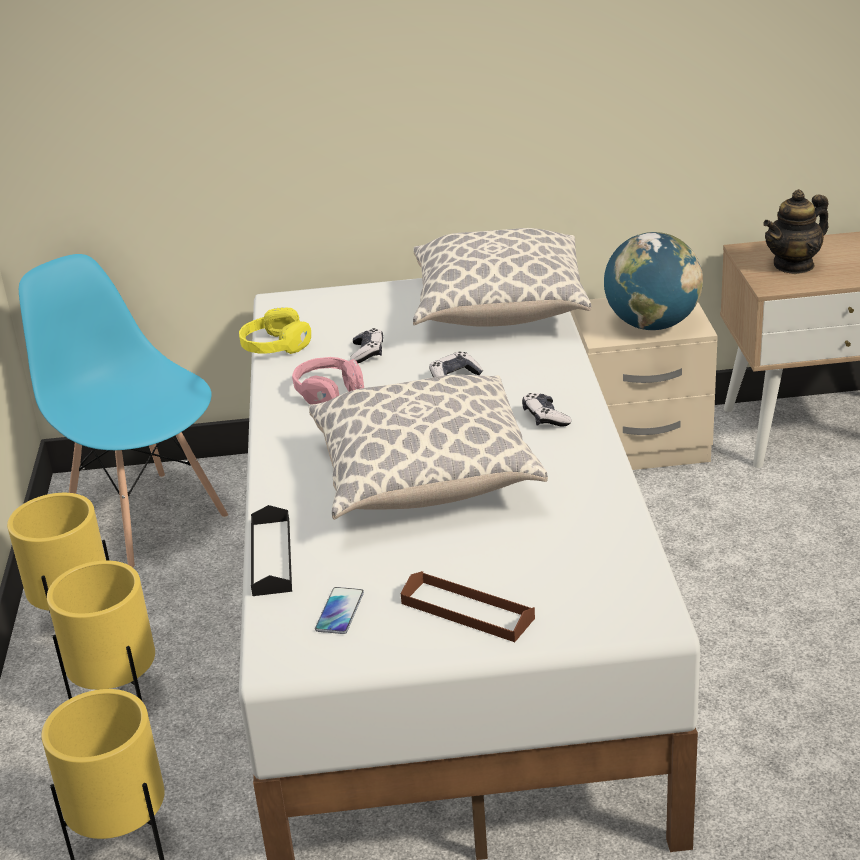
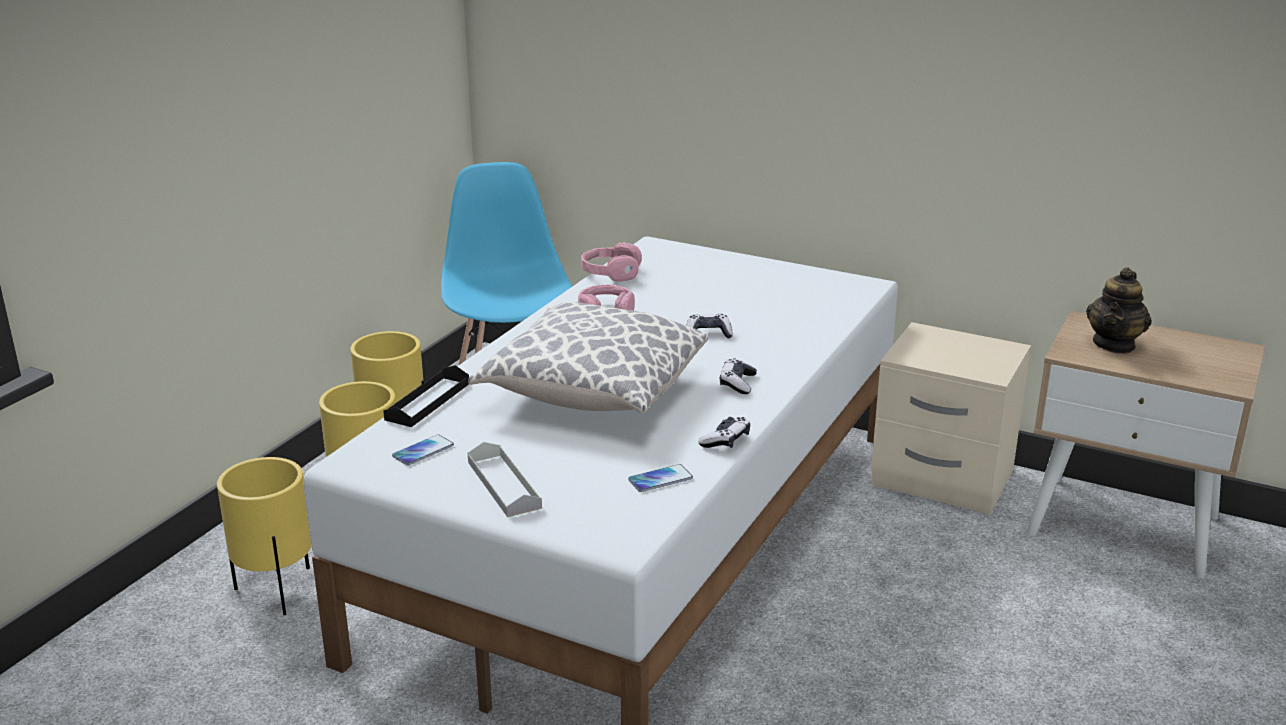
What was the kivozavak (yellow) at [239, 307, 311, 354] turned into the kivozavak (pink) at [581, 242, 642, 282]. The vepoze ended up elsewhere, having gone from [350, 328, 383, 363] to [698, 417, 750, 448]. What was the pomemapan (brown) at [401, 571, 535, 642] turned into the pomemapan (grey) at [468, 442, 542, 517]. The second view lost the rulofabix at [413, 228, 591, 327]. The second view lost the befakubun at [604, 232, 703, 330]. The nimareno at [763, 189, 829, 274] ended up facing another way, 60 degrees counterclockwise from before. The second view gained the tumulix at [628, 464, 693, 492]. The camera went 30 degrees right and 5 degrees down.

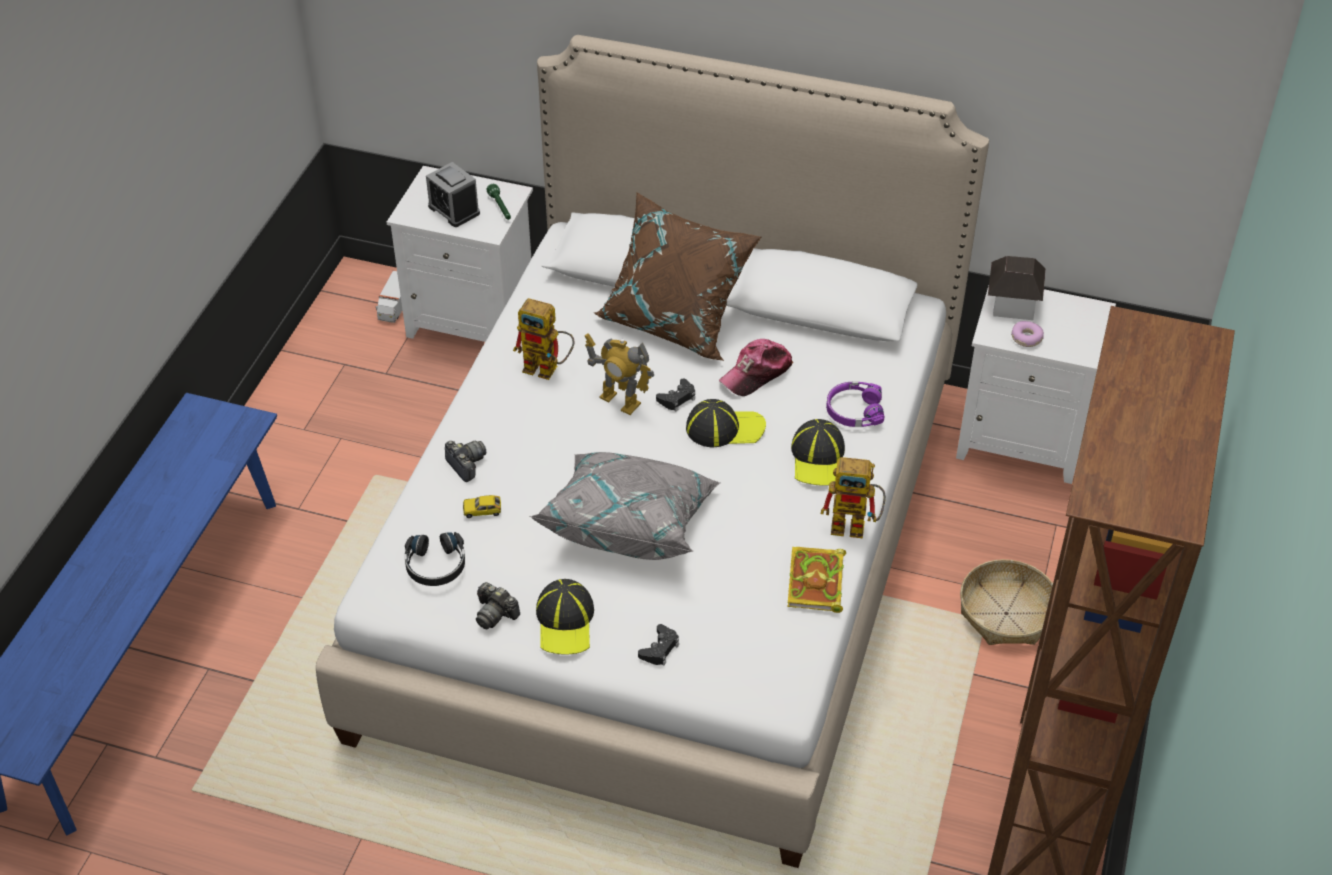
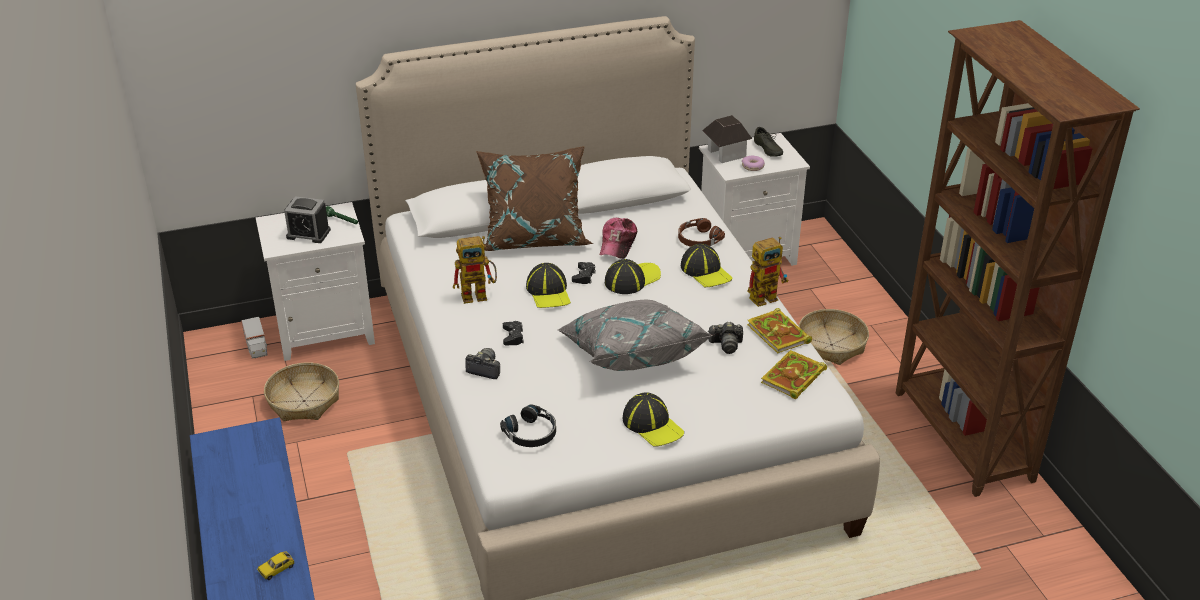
The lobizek ended up elsewhere, having gone from [463, 495, 501, 518] to [257, 551, 294, 580]. The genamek ended up elsewhere, having gone from [476, 582, 520, 629] to [708, 322, 743, 354]. Where the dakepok stood at [585, 333, 654, 415], the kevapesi came to stand at [526, 263, 571, 308]. The vepoze (black) ended up elsewhere, having gone from [638, 624, 679, 665] to [503, 321, 524, 345]. What was the kivozavak (purple) at [826, 382, 885, 427] turned into the kivozavak (brown) at [678, 218, 725, 247]. The second view gained the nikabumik at [264, 362, 339, 421]. The second view gained the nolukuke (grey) at [754, 127, 783, 157]. The second view gained the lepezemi at [761, 350, 827, 399]. The camera went 35 degrees left and 10 degrees down.

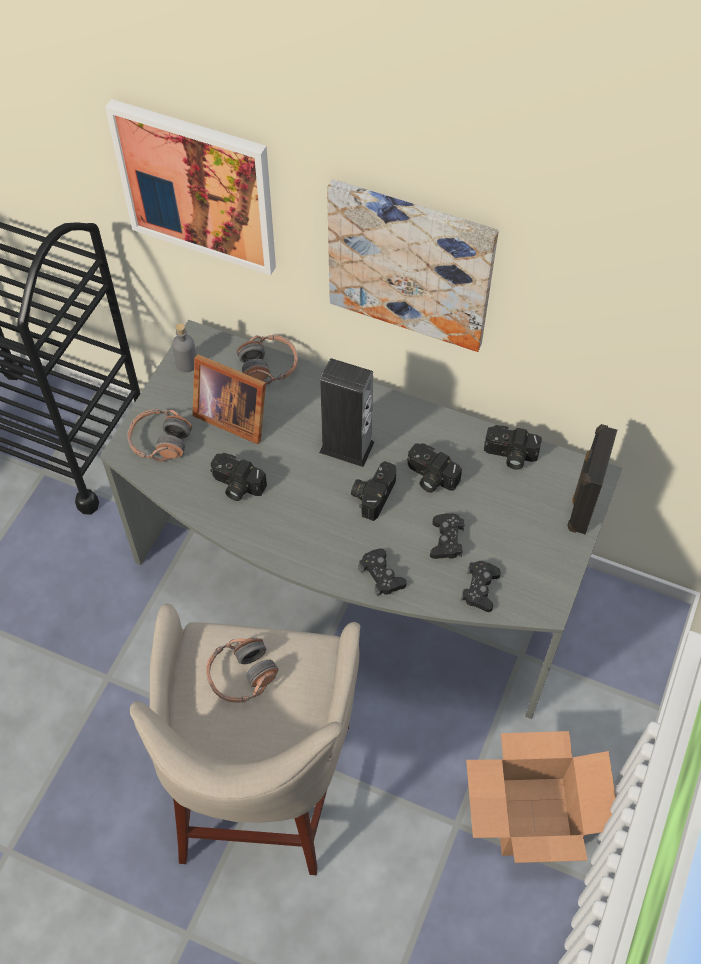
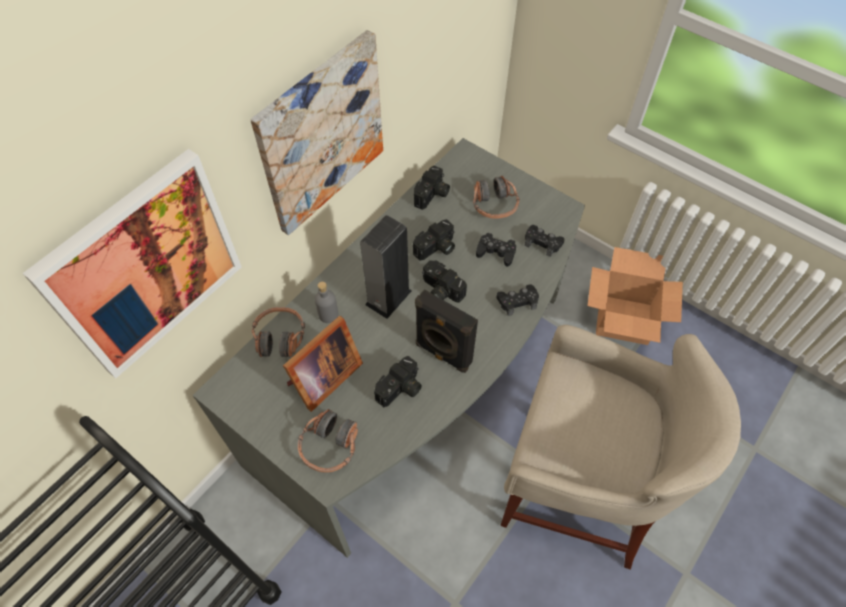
The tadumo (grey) ended up elsewhere, having gone from [172, 323, 196, 372] to [315, 282, 338, 323]. The kivozavak ended up elsewhere, having gone from [206, 638, 279, 703] to [473, 176, 520, 219]. The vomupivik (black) ended up elsewhere, having gone from [567, 424, 617, 534] to [415, 289, 478, 373]. The camera went 75 degrees left and 0 degrees up.

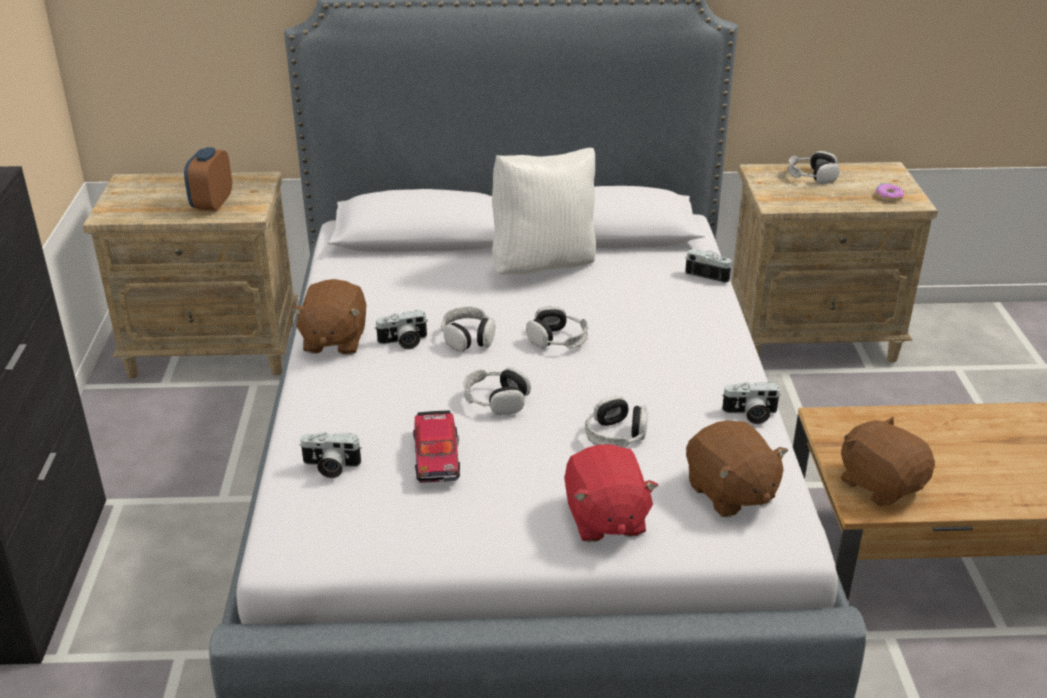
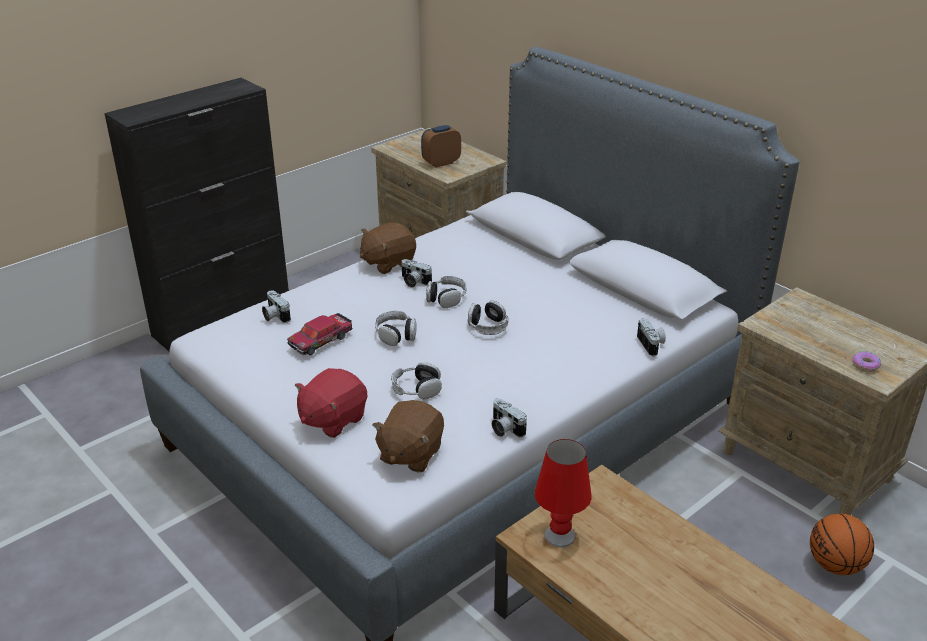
The second view lost the rulofabix (white) at [492, 148, 596, 275]. The second view lost the kivozavak at [787, 151, 840, 184]. Where the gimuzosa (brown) stood at [841, 417, 935, 506], the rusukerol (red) came to stand at [535, 439, 591, 547]. The second view gained the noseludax at [810, 514, 874, 575]. The camera went 50 degrees right and 0 degrees up.

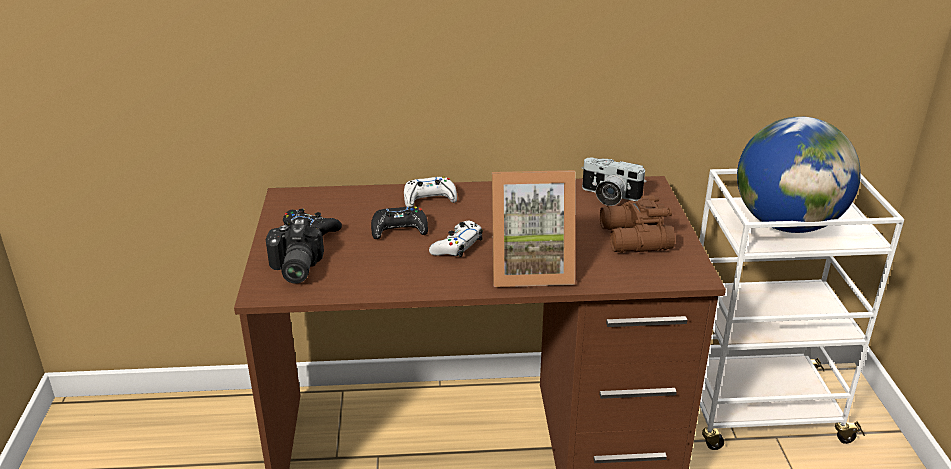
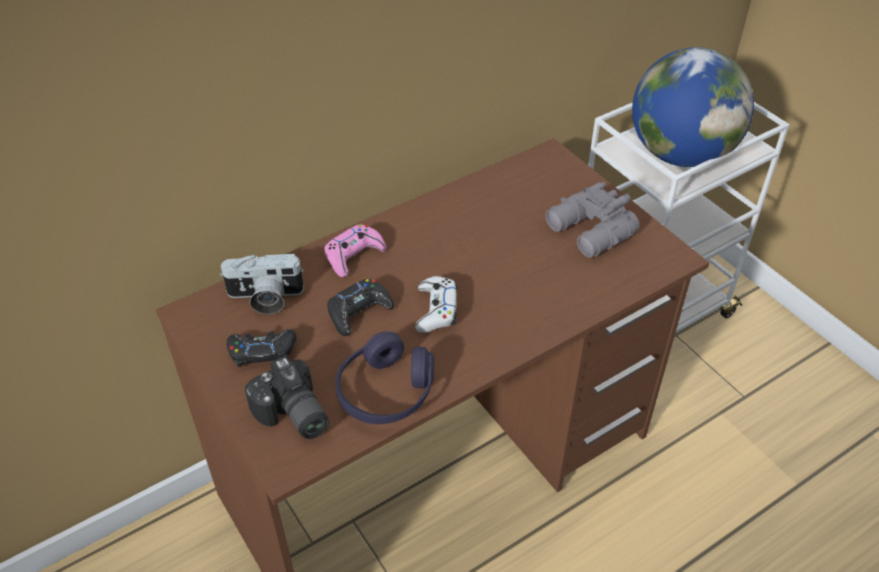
What was the vepoze (white) at [404, 177, 457, 207] turned into the vepoze (pink) at [324, 224, 387, 277]. The second view lost the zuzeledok at [492, 170, 575, 287]. The genamek ended up elsewhere, having gone from [582, 158, 646, 206] to [220, 253, 304, 314]. What was the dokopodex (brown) at [600, 195, 675, 253] turned into the dokopodex (grey) at [546, 182, 639, 258]. The second view gained the kivozavak (purple) at [335, 332, 434, 424]. The camera went 30 degrees left and 15 degrees up.

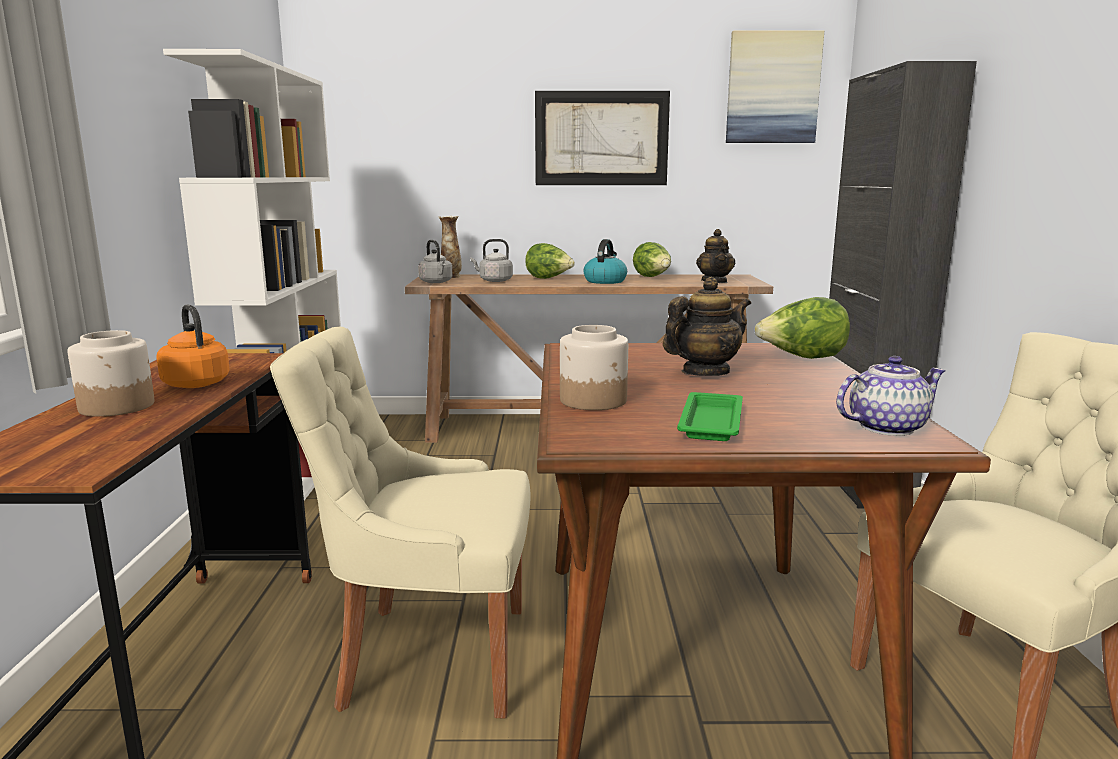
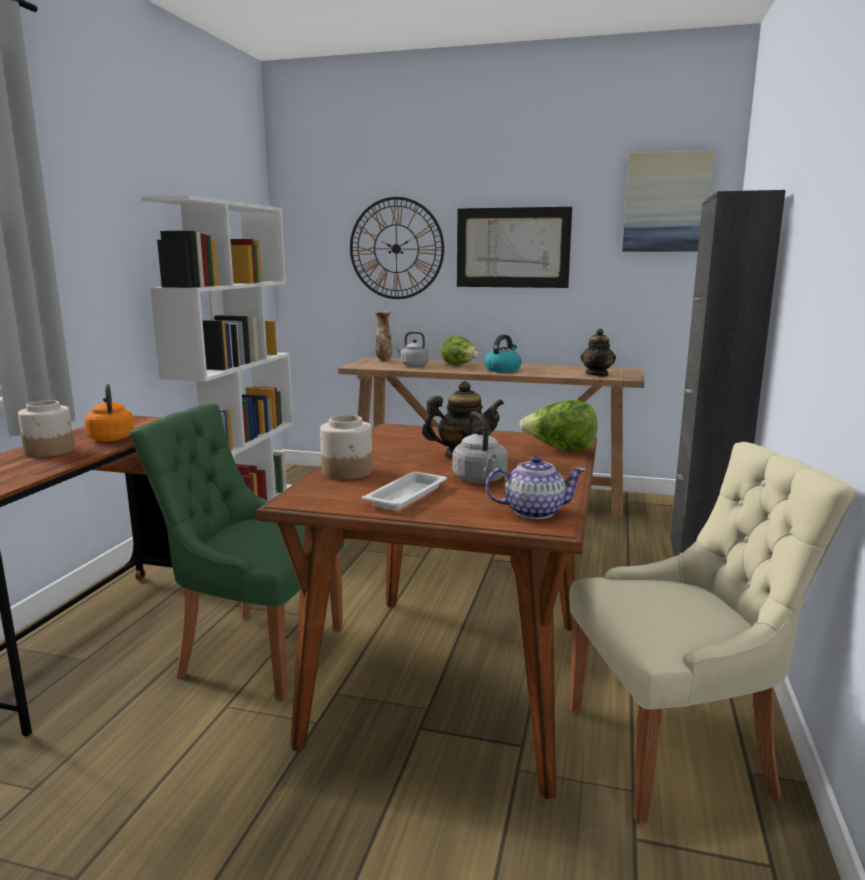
What was the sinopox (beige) at [270, 327, 531, 718] turned into the sinopox (green) at [130, 403, 344, 701]. The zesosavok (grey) ended up elsewhere, having gone from [418, 240, 453, 283] to [452, 411, 508, 483]. The second view lost the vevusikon at [633, 242, 671, 277]. What was the pomemapan (green) at [677, 392, 743, 441] turned into the pomemapan (white) at [362, 472, 447, 511]. The second view gained the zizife at [350, 197, 444, 299]. The camera went 15 degrees right and 0 degrees up.

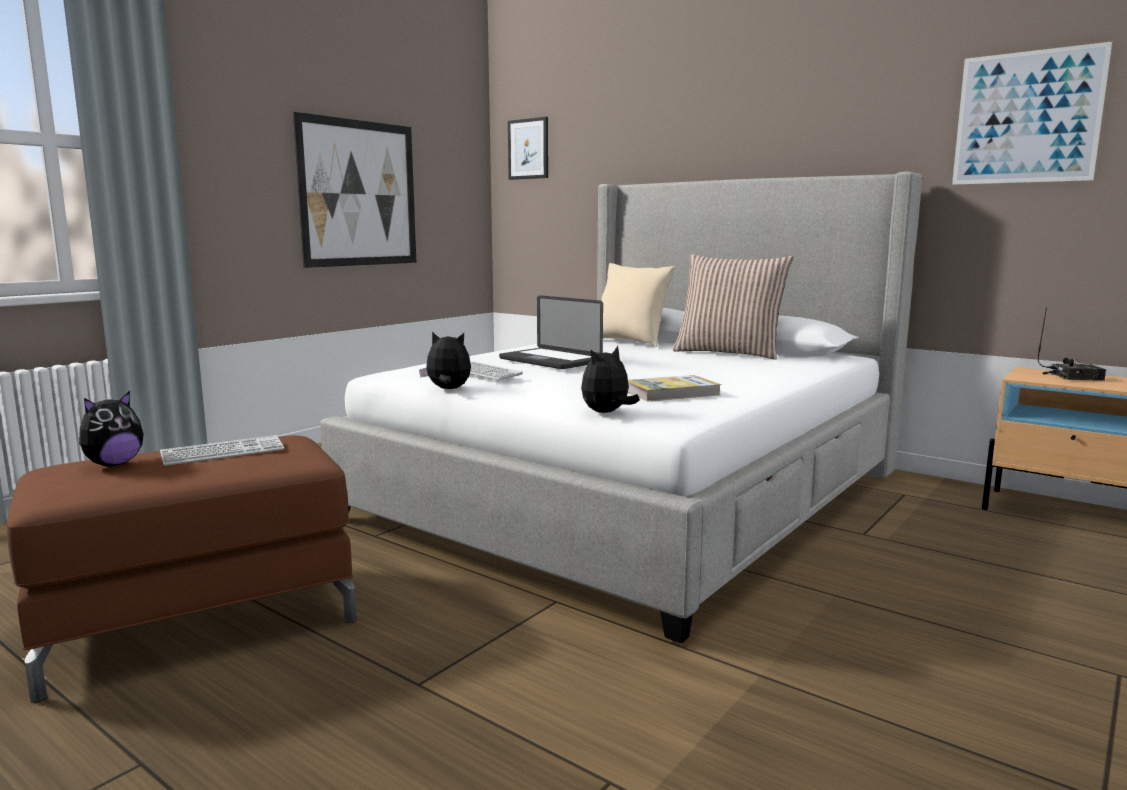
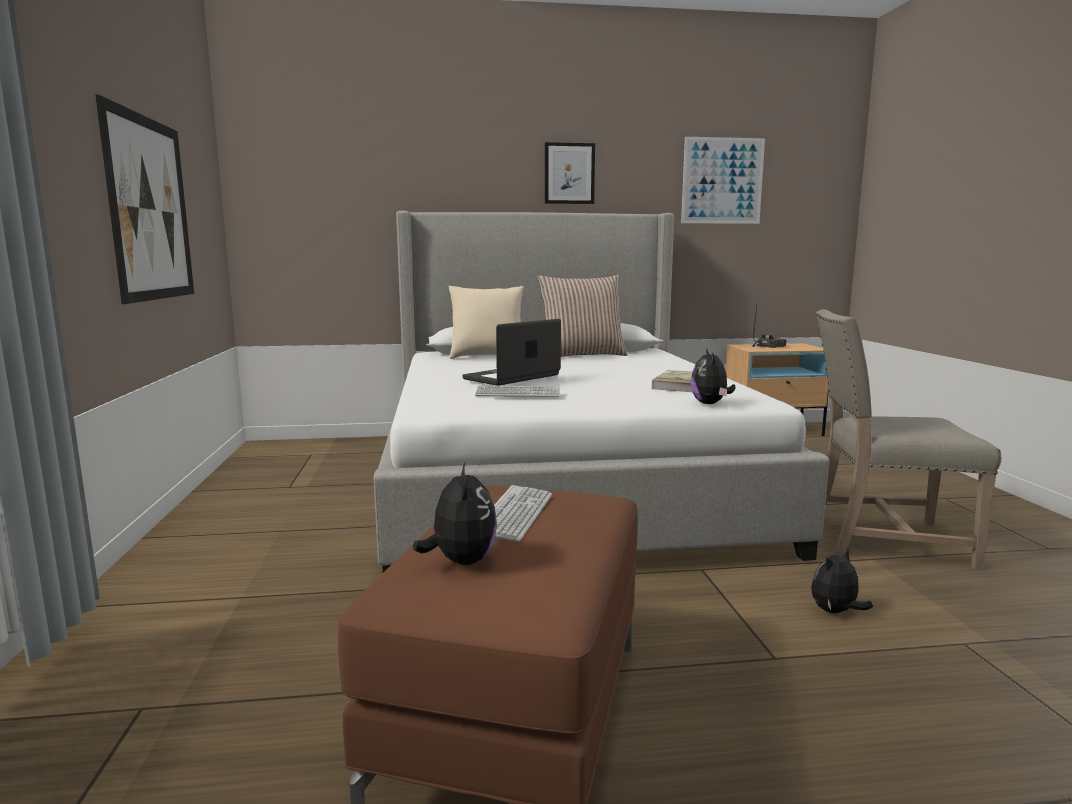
The gimuzosa ended up elsewhere, having gone from [419, 332, 471, 389] to [811, 548, 873, 613]. The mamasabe at [499, 295, 603, 369] ended up facing another way, 135 degrees clockwise from before. The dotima ended up elsewhere, having gone from [508, 117, 548, 180] to [545, 142, 595, 204]. The second view gained the sinopox (beige) at [815, 309, 1001, 570]. The camera went 45 degrees left and 0 degrees up.

